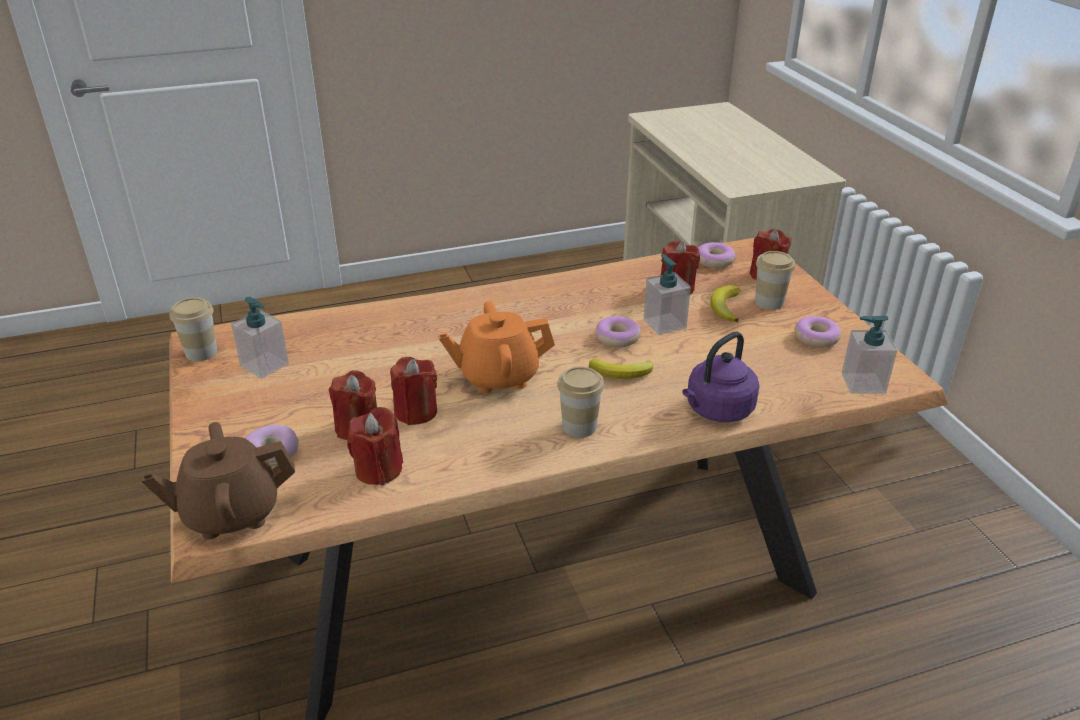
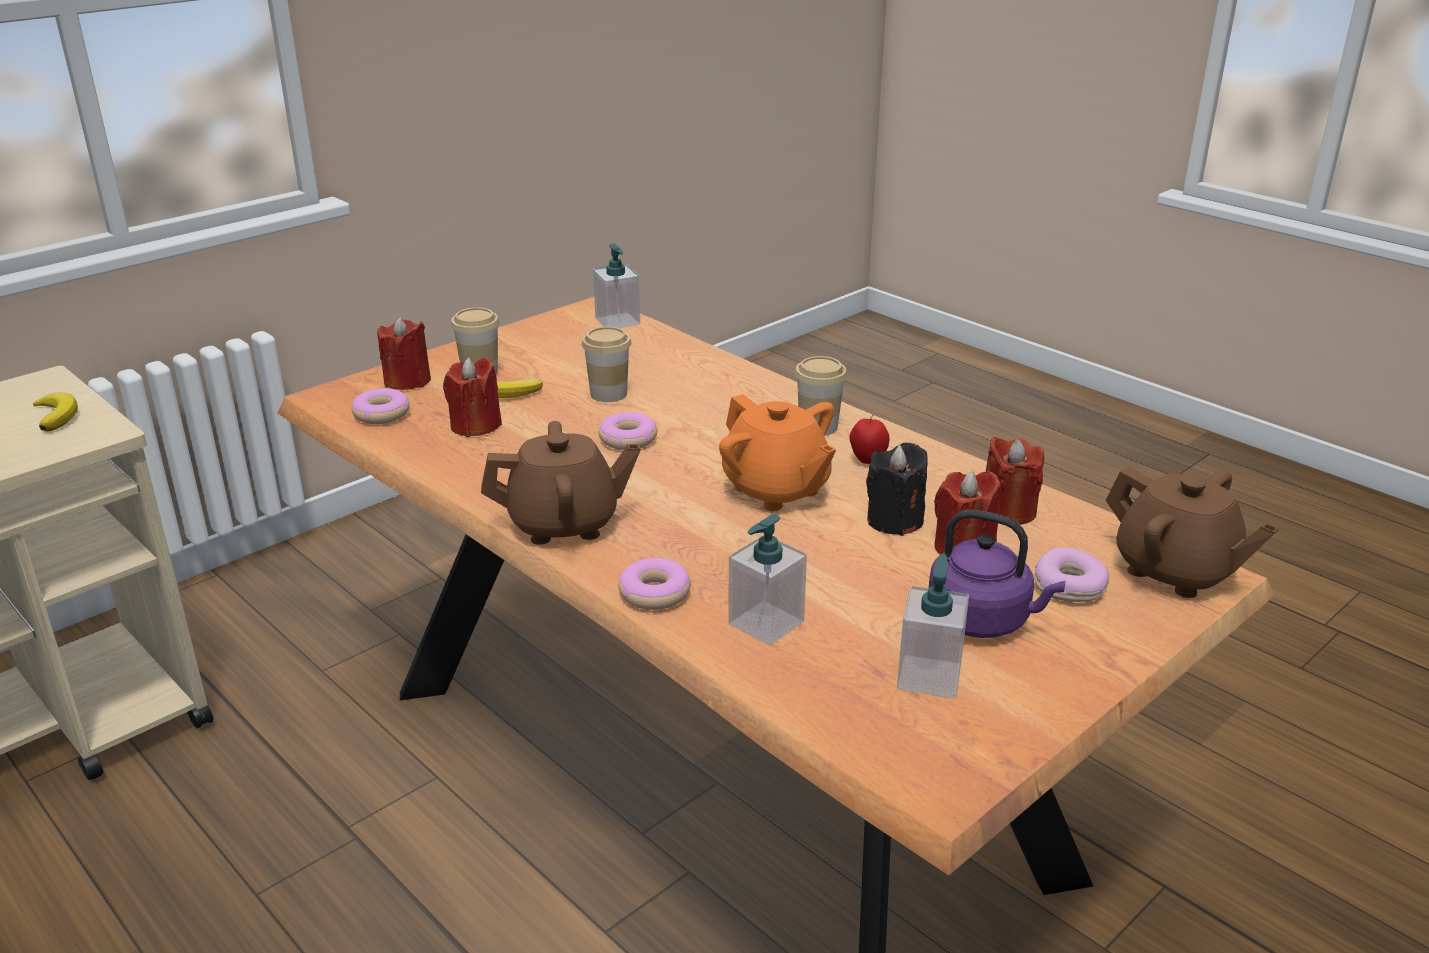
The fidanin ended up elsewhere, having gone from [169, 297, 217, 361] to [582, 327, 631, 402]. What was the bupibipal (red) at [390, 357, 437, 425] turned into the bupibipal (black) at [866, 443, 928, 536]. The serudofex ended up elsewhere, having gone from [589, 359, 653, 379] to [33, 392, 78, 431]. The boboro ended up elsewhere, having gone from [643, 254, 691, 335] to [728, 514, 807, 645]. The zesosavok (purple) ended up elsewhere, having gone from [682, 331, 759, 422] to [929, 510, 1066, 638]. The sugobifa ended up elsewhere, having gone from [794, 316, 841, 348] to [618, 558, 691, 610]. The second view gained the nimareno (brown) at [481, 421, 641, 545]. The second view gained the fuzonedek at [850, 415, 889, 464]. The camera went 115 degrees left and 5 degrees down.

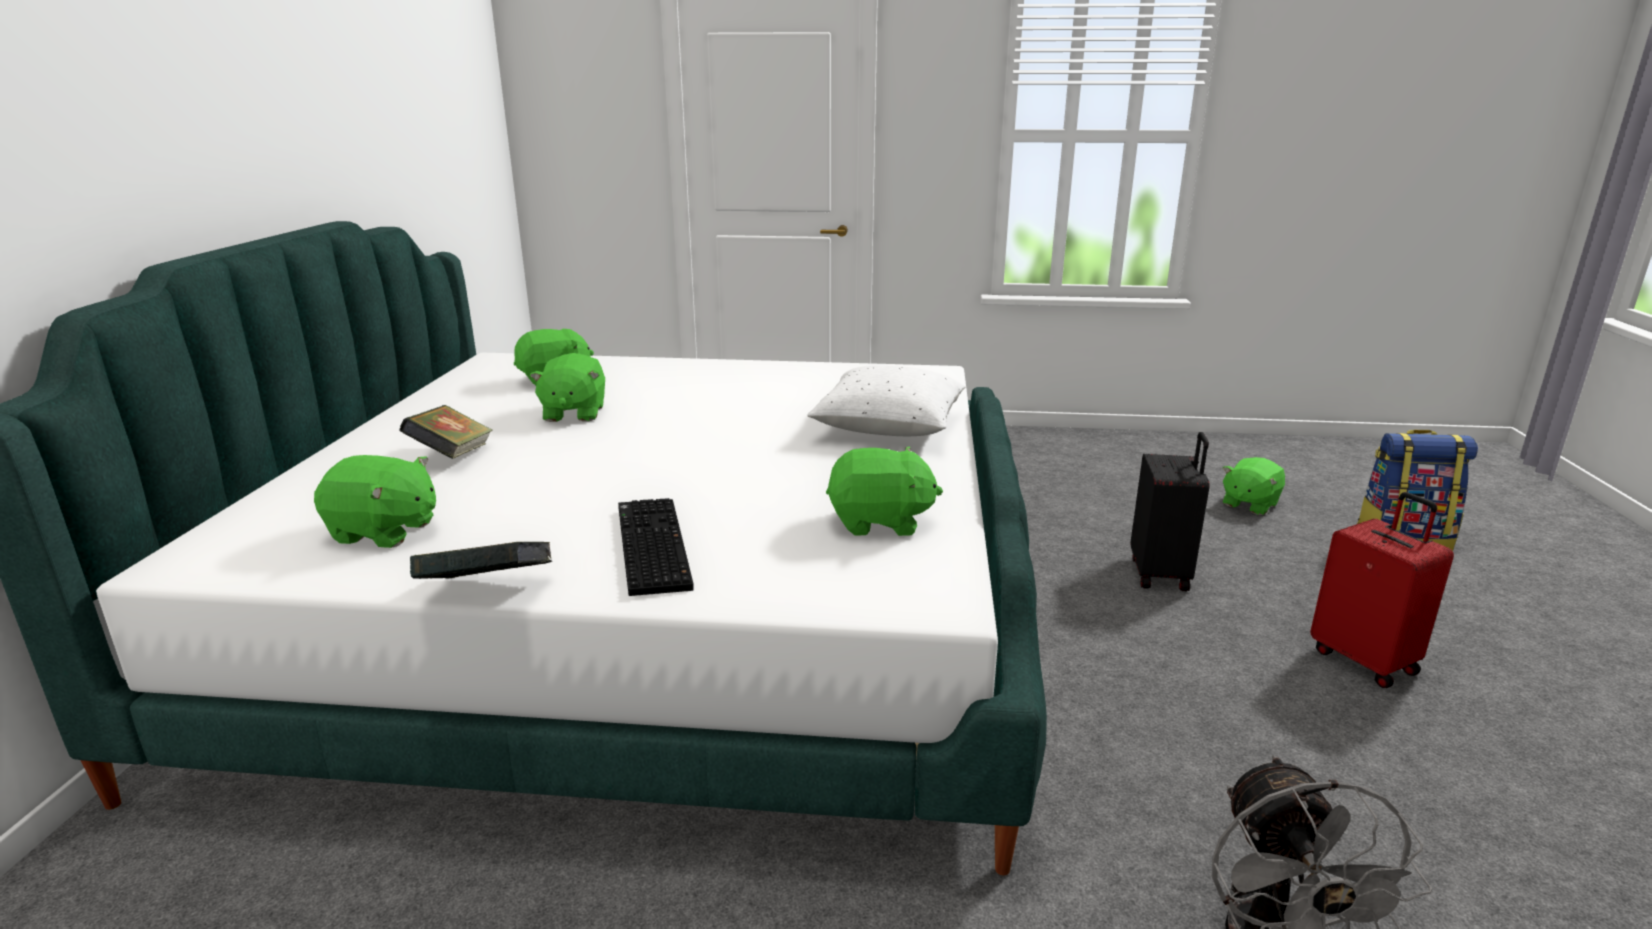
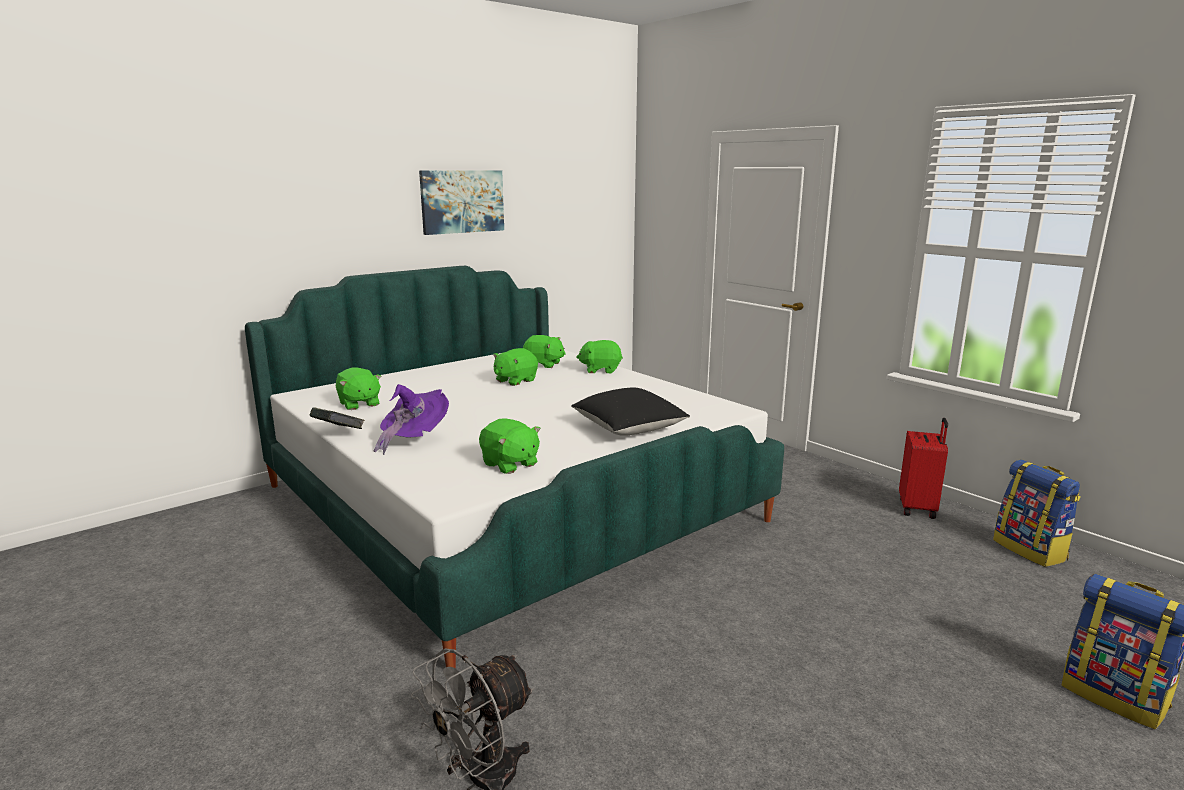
The second view lost the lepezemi at [399, 405, 493, 459]. Where the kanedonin stood at [618, 498, 693, 596], the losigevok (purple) came to stand at [374, 384, 449, 455]. What was the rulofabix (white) at [808, 365, 966, 436] turned into the rulofabix (black) at [571, 388, 690, 436]. The second view lost the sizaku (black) at [1131, 432, 1210, 591]. The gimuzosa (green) ended up elsewhere, having gone from [1223, 457, 1285, 515] to [577, 340, 623, 373]. The sizaku (red) ended up elsewhere, having gone from [1310, 492, 1454, 688] to [899, 418, 948, 519]. The second view gained the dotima at [419, 170, 504, 235]. The second view gained the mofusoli at [993, 460, 1081, 567]. The camera went 45 degrees right and 5 degrees down.

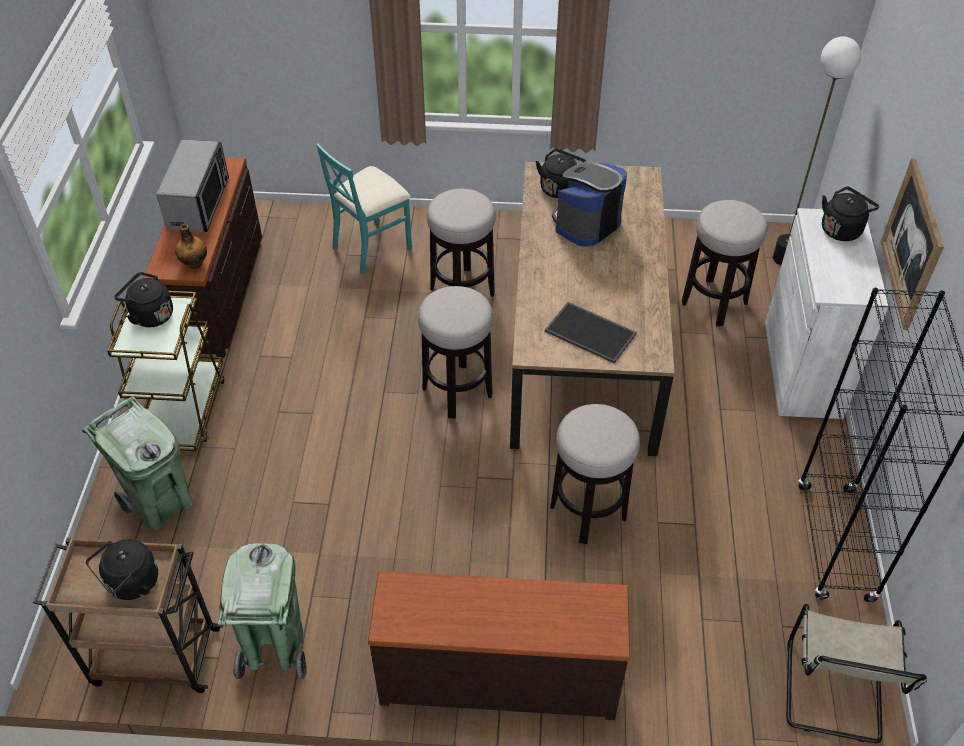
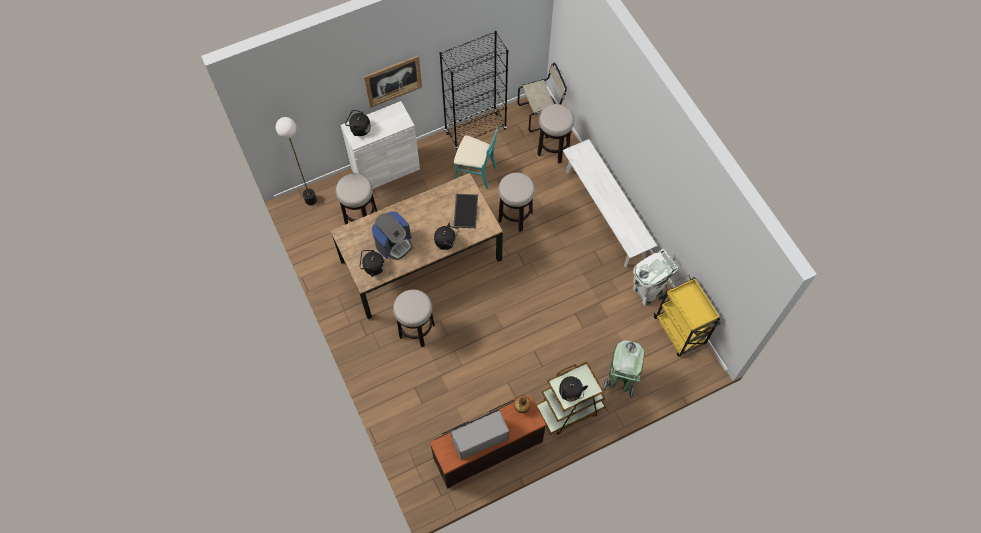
What was the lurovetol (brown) at [33, 537, 223, 693] turned into the lurovetol (yellow) at [653, 275, 721, 357]. The zesosavok (black) ended up elsewhere, having gone from [86, 539, 158, 600] to [434, 223, 459, 250]. What was the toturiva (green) at [217, 543, 307, 681] turned into the toturiva (white) at [633, 248, 679, 306]. The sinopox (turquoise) ended up elsewhere, having gone from [316, 143, 412, 274] to [454, 127, 498, 189]. Where the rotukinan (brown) stood at [368, 571, 630, 720], the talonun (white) came to stand at [563, 139, 657, 267]. The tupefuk ended up elsewhere, having gone from [418, 286, 493, 419] to [537, 104, 574, 164]. The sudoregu at [552, 162, 627, 247] ended up facing another way, 60 degrees counterclockwise from before. The camera went 120 degrees left and 15 degrees up.

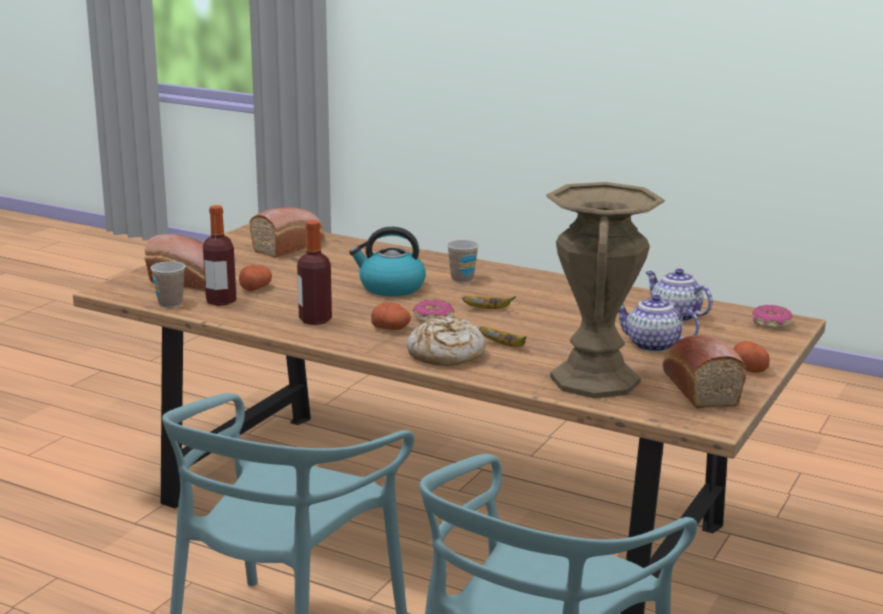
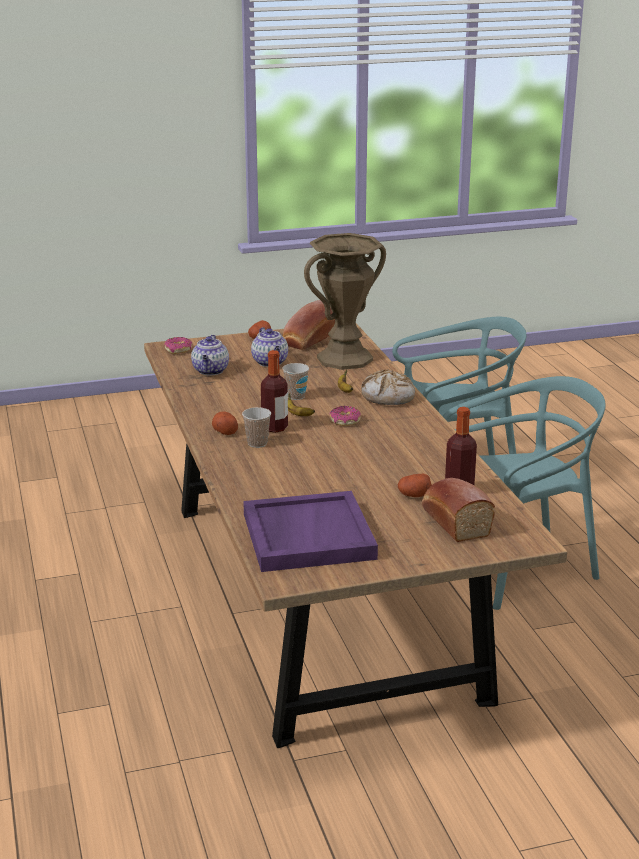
The fidanin ended up elsewhere, having gone from [151, 261, 185, 308] to [282, 363, 309, 400]. Where the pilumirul stood at [249, 207, 325, 258], the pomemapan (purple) came to stand at [243, 491, 378, 572]. The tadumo ended up elsewhere, having gone from [297, 221, 332, 325] to [261, 350, 288, 433]. The second view lost the zesosavok at [349, 227, 426, 296]. The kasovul ended up elsewhere, having gone from [371, 302, 411, 330] to [212, 411, 238, 435]. The camera went 135 degrees left and 5 degrees up.

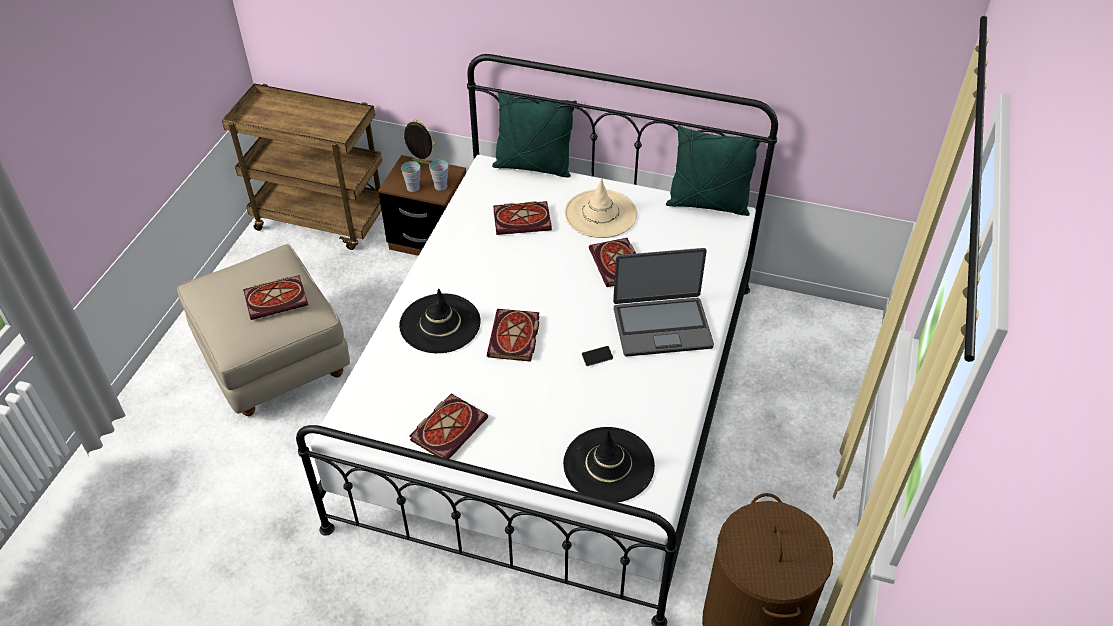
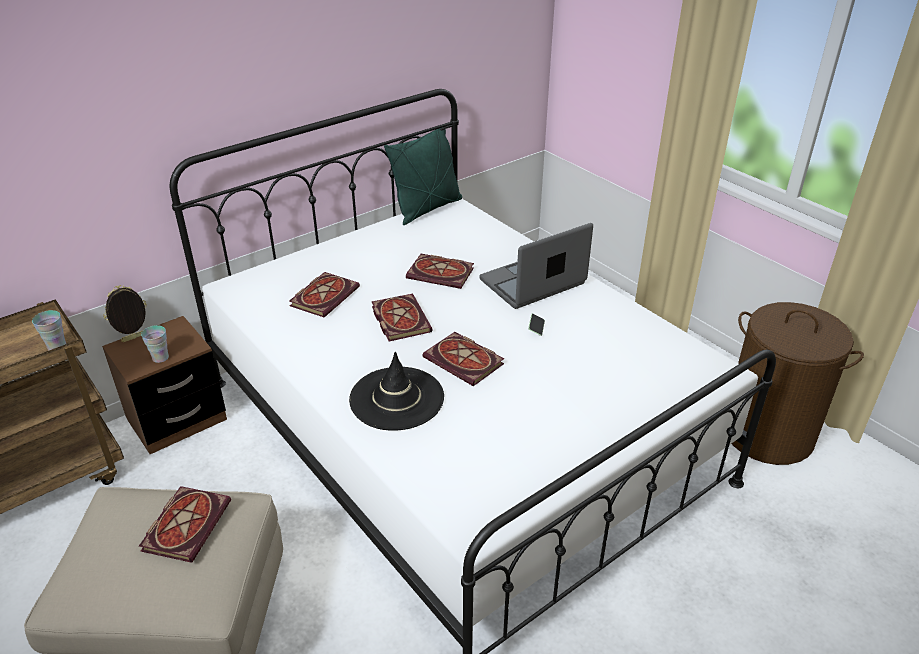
The lepezemi ended up elsewhere, having gone from [409, 394, 488, 459] to [372, 294, 433, 341]. The fidanin ended up elsewhere, having gone from [429, 160, 448, 191] to [32, 310, 66, 350]. The second view lost the rulofabix (green) at [492, 89, 577, 178]. The second view lost the losigevok (black) at [563, 427, 655, 502]. The second view lost the losigevok (beige) at [565, 178, 637, 238]. The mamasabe at [613, 248, 714, 356] ended up facing another way, 150 degrees counterclockwise from before. The camera went 55 degrees left and 10 degrees down.

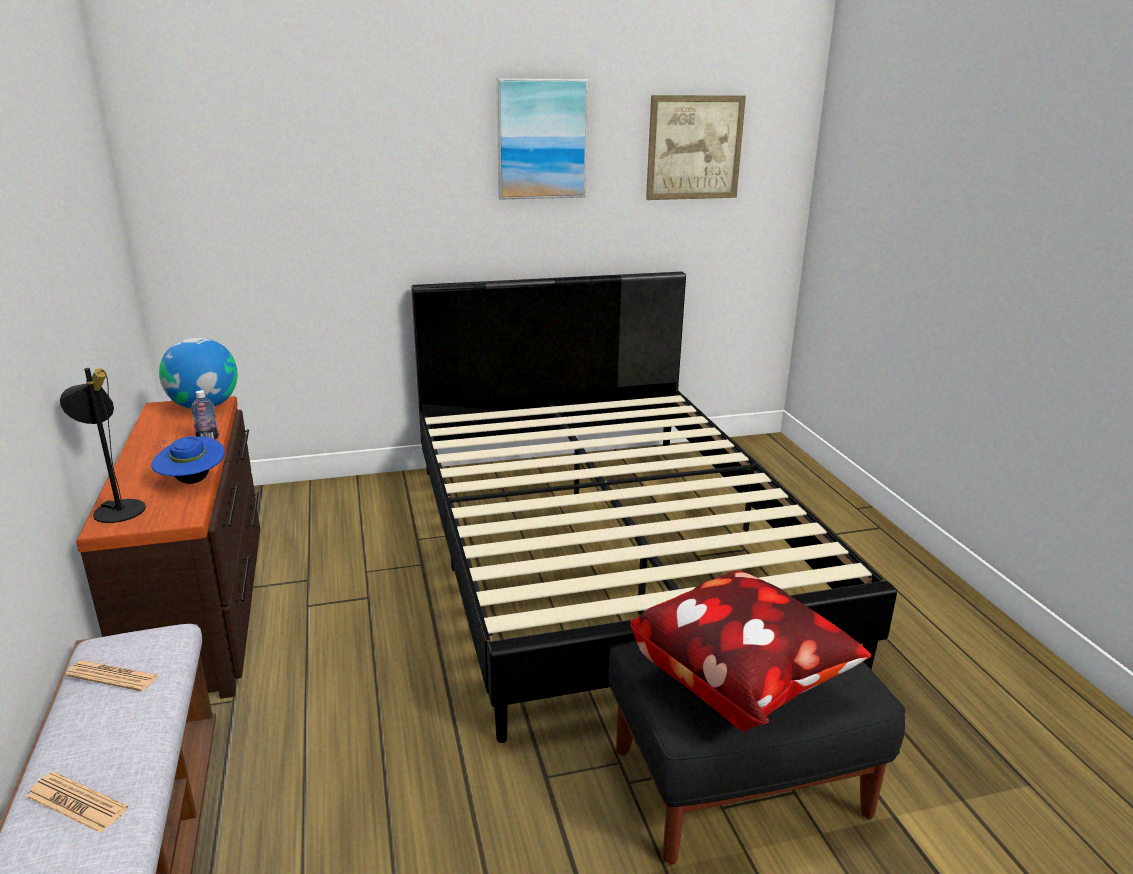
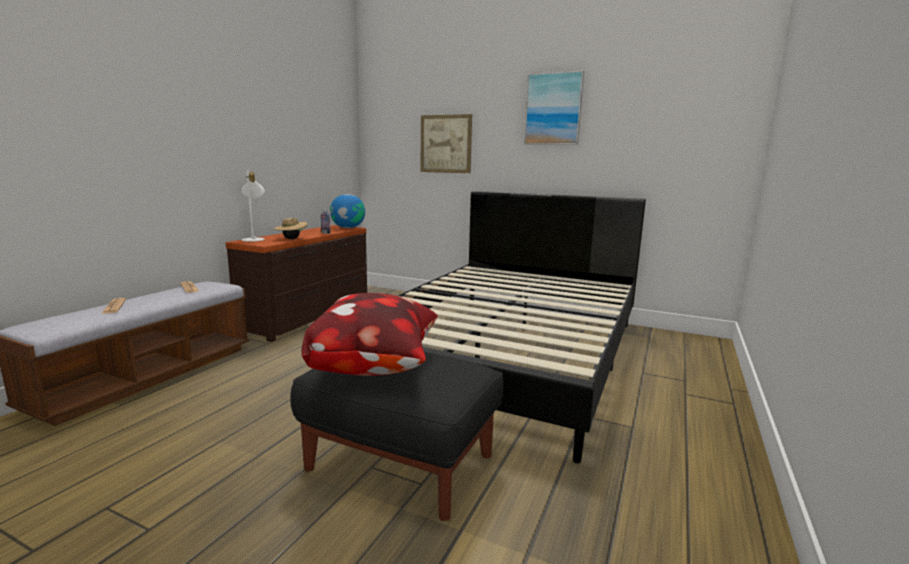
What was the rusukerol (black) at [60, 368, 146, 523] turned into the rusukerol (white) at [242, 171, 265, 242]. What was the losigevok (blue) at [151, 436, 225, 484] turned into the losigevok (beige) at [274, 217, 307, 239]. The dotima ended up elsewhere, having gone from [646, 95, 746, 200] to [421, 114, 472, 173]. The camera went 40 degrees right and 10 degrees down.

